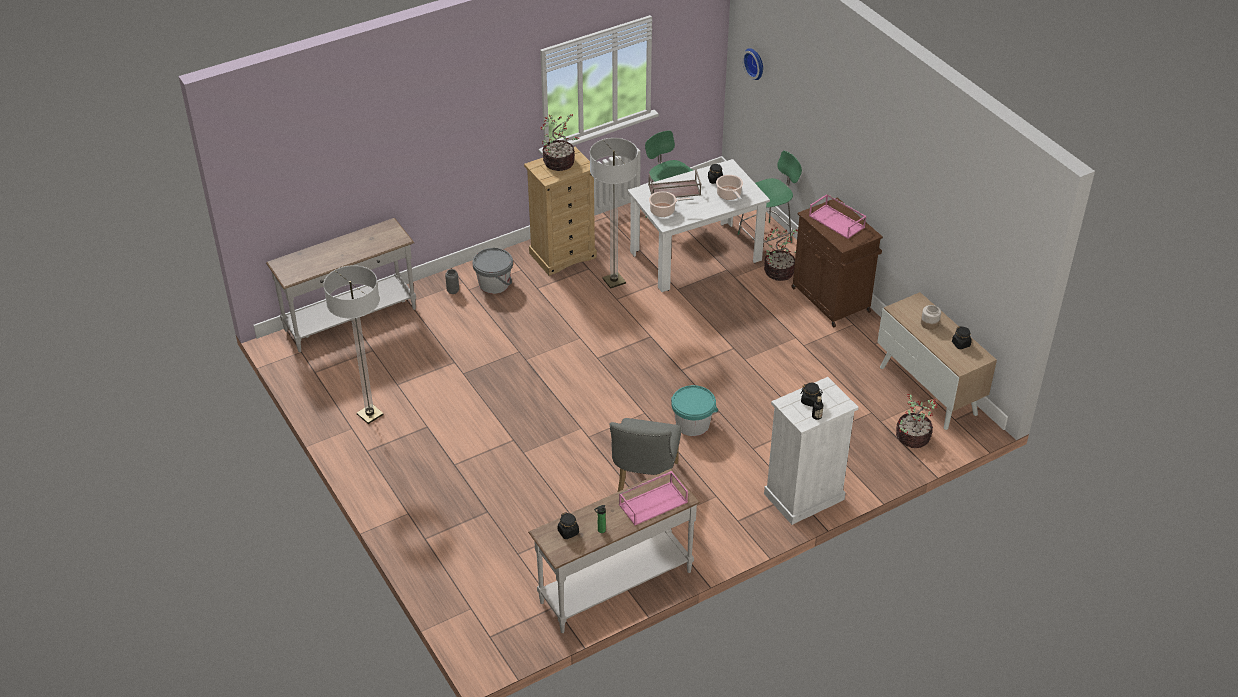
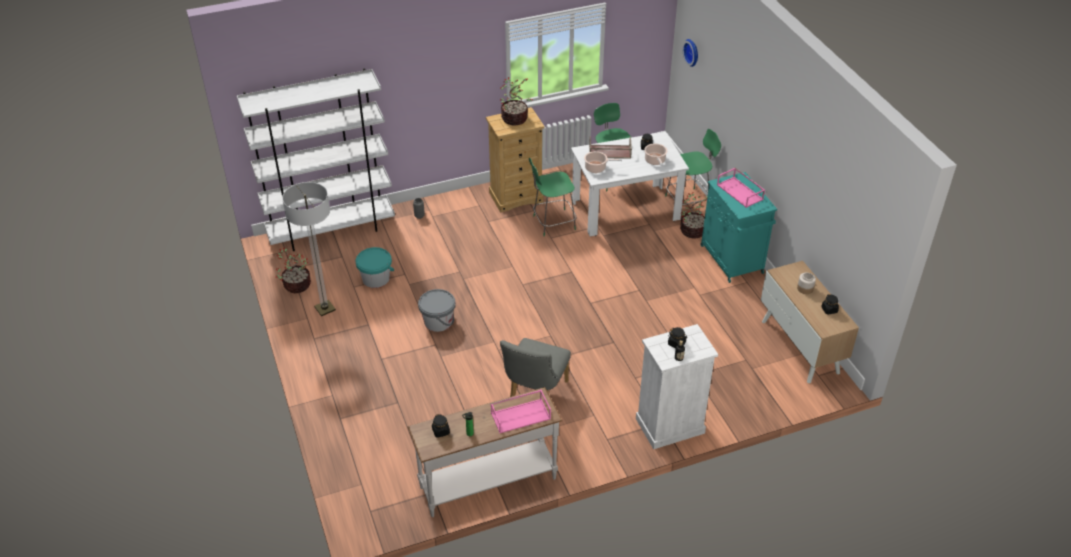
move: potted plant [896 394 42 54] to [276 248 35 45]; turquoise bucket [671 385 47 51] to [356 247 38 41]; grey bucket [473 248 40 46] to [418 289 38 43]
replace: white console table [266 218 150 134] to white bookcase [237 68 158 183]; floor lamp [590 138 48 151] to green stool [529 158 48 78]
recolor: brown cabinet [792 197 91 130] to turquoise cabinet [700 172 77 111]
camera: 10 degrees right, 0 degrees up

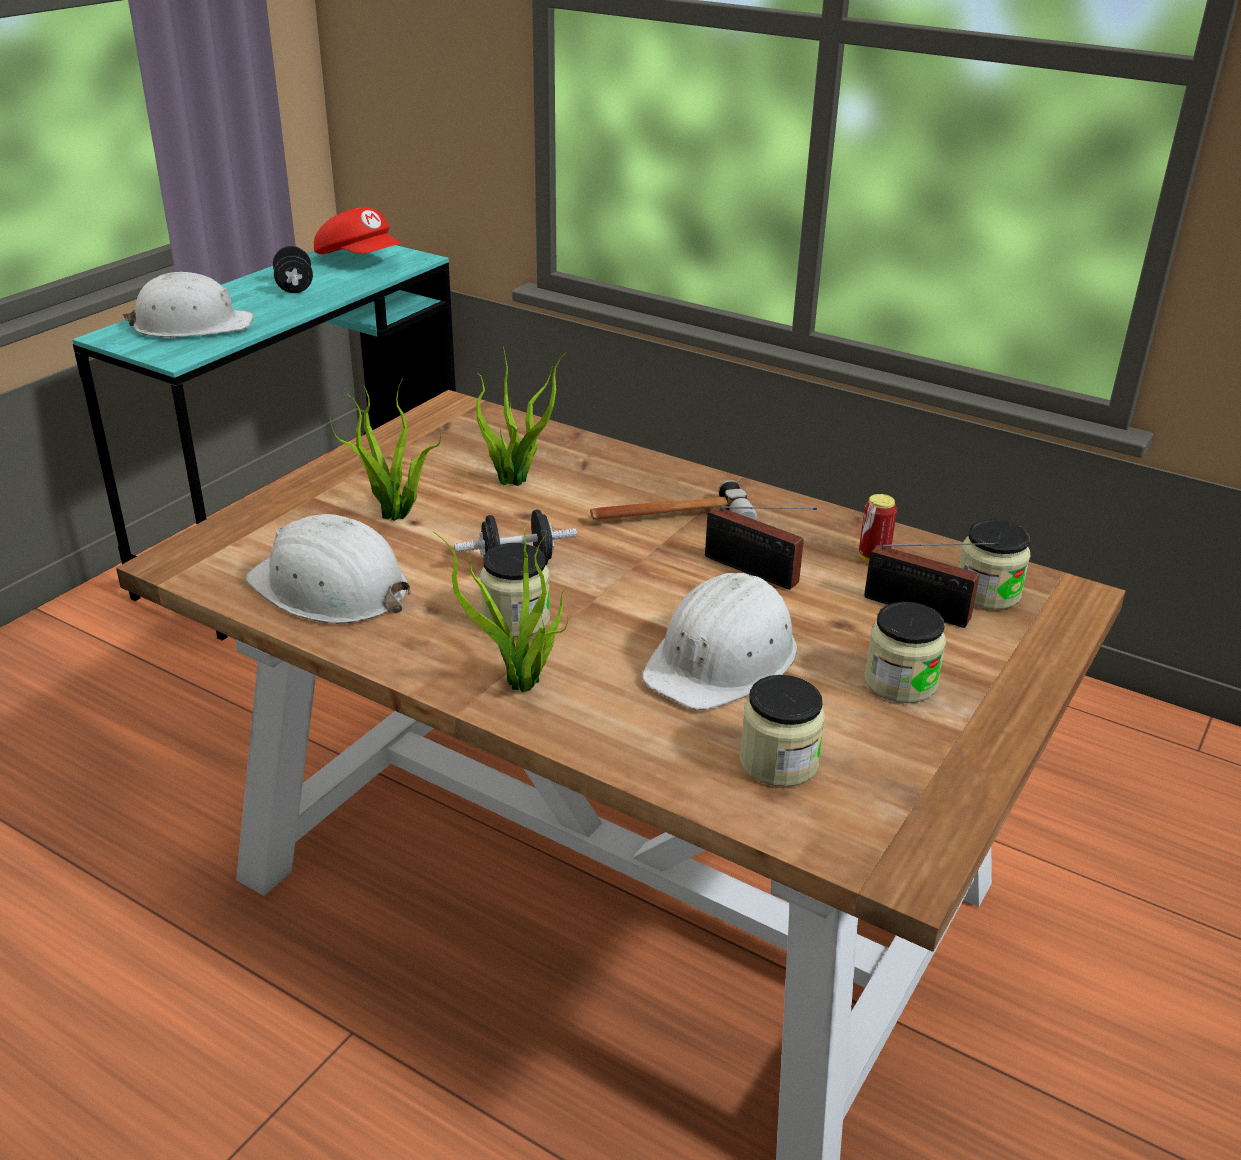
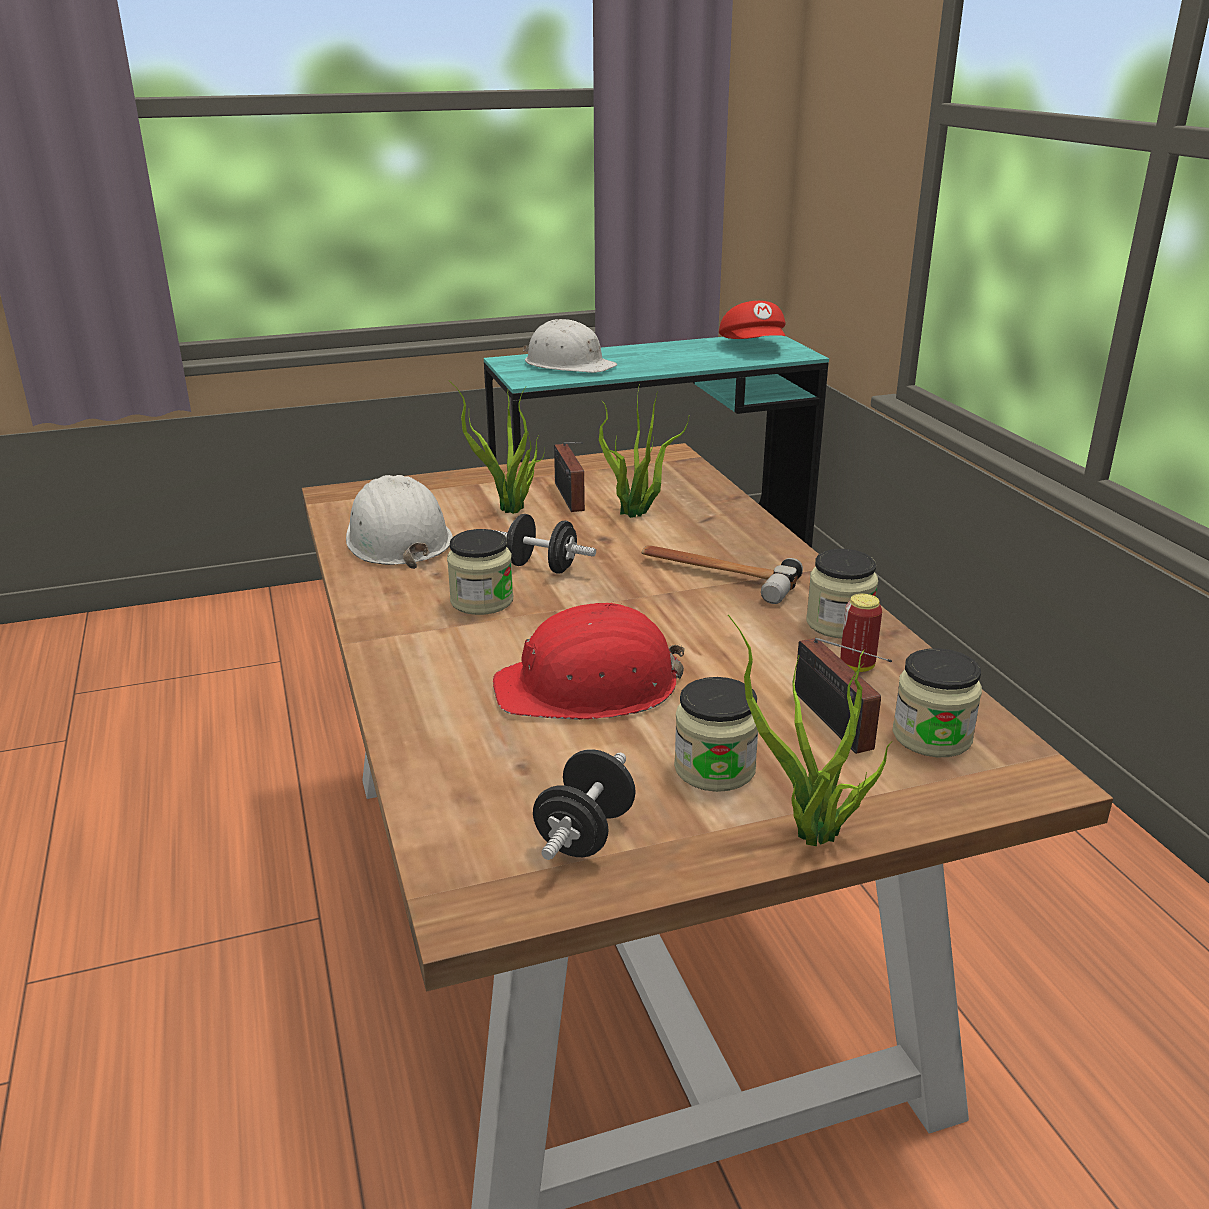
move: black dumbbell [273 246 40 47] to [533 749 103 111]; radio [705 506 112 84] to [554 442 31 70]; potted plant [433 525 135 167] to [728 615 164 231]; jar [740 675 85 112] to [806 549 72 89]
recolor: white hard hat [642 573 155 137] to red hard hat [493 603 192 117]
camera: 40 degrees right, 5 degrees down

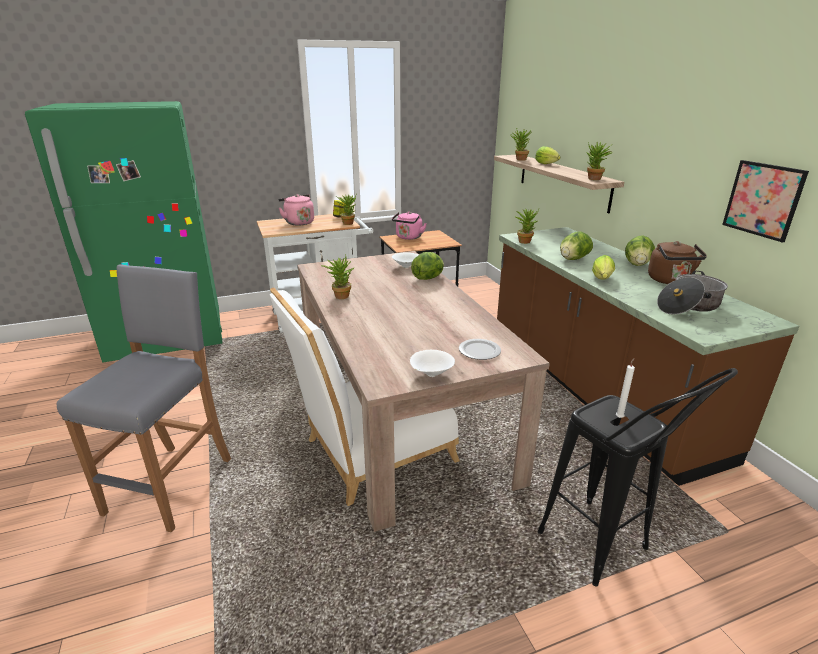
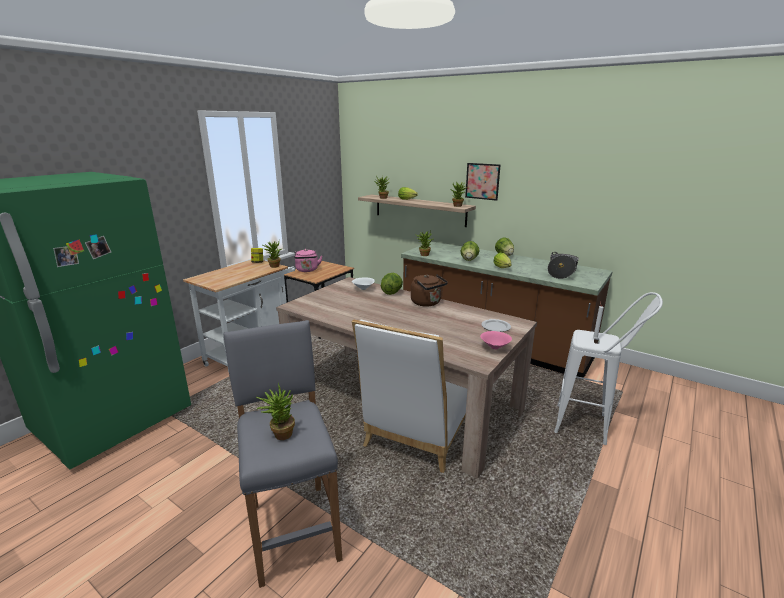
delete: pink kettle [278 194 36 31]
move: potted plant [321 255 34 44] to [256 383 39 57]; brown kettle [648 241 59 43] to [411 274 37 33]; picture [722 160 87 82] to [465 163 36 38]
recolor: white bowl [410 350 45 27] to pink bowl [480 331 32 19]; black stool [538 368 200 219] to white stool [554 292 109 153]
camera: 35 degrees left, 5 degrees down

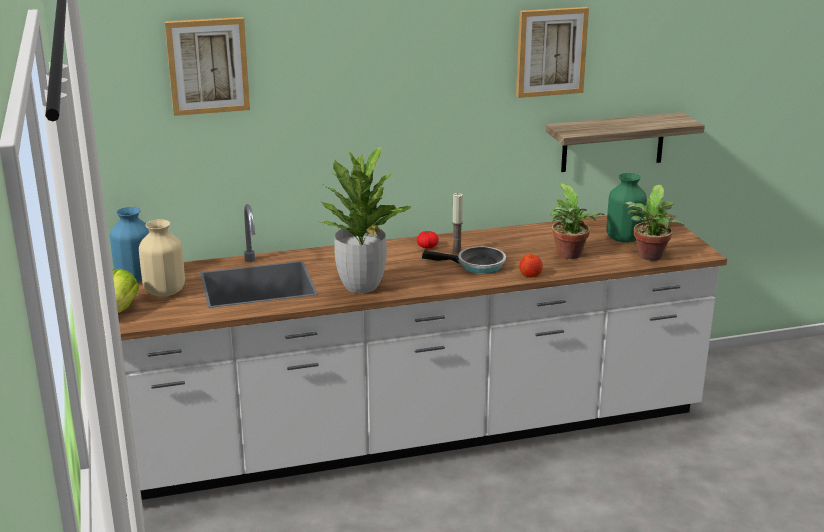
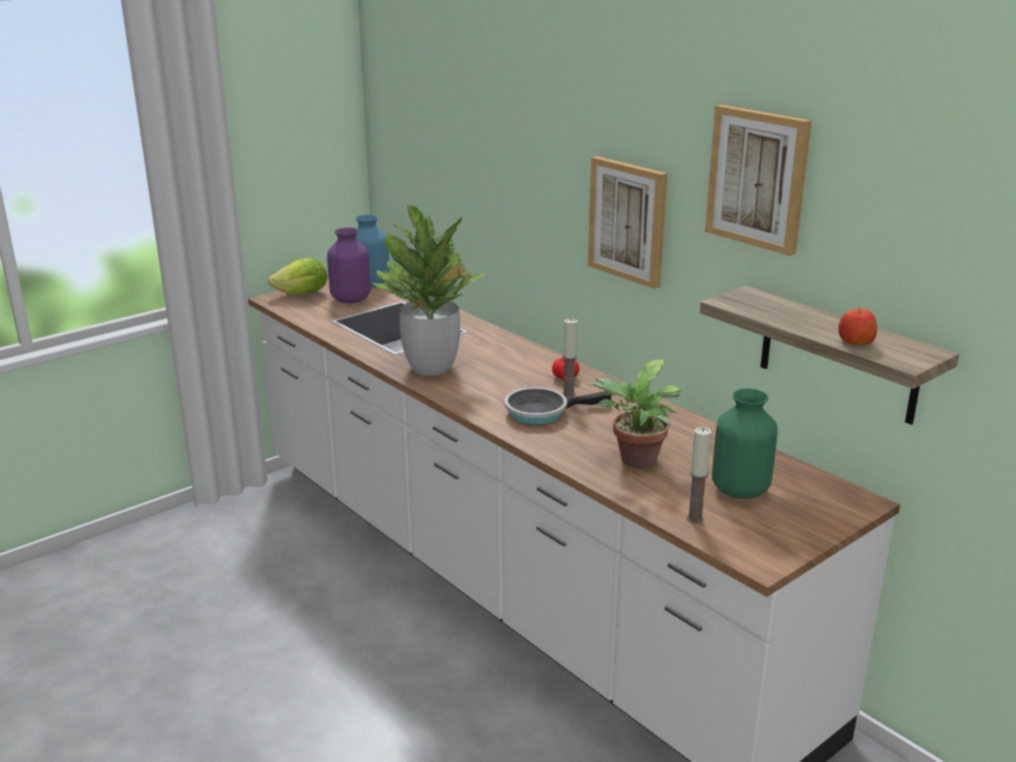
move: picture [165 17 85 99] to [588 156 79 133]; apple [519 254 24 23] to [838 307 39 38]
replace: potted plant [624 185 60 76] to candle [687 427 24 97]
recolor: beige vase [139 219 46 78] to purple vase [327 228 43 75]
rotate: frying pan [422 246 84 28] = [505 387 106 38] 90 degrees clockwise
camera: 65 degrees right, 0 degrees up

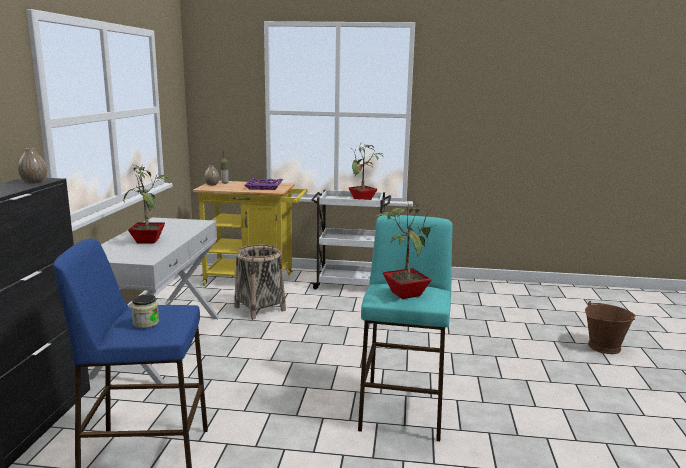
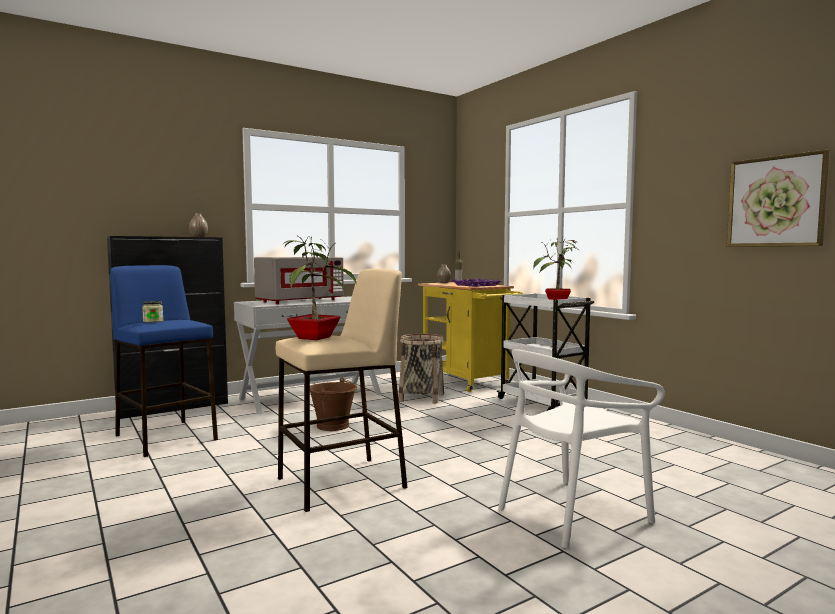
insert: white chair [498 349 167 199]; picture [727 150 102 97]
move: brown bucket [585 301 51 53] to [310 378 47 53]
replace: potted plant [124 165 49 79] to grey microwave [254 257 90 47]
recolor: turquoise stool [358 215 95 226] to beige stool [276 269 131 243]
camera: 50 degrees right, 10 degrees down

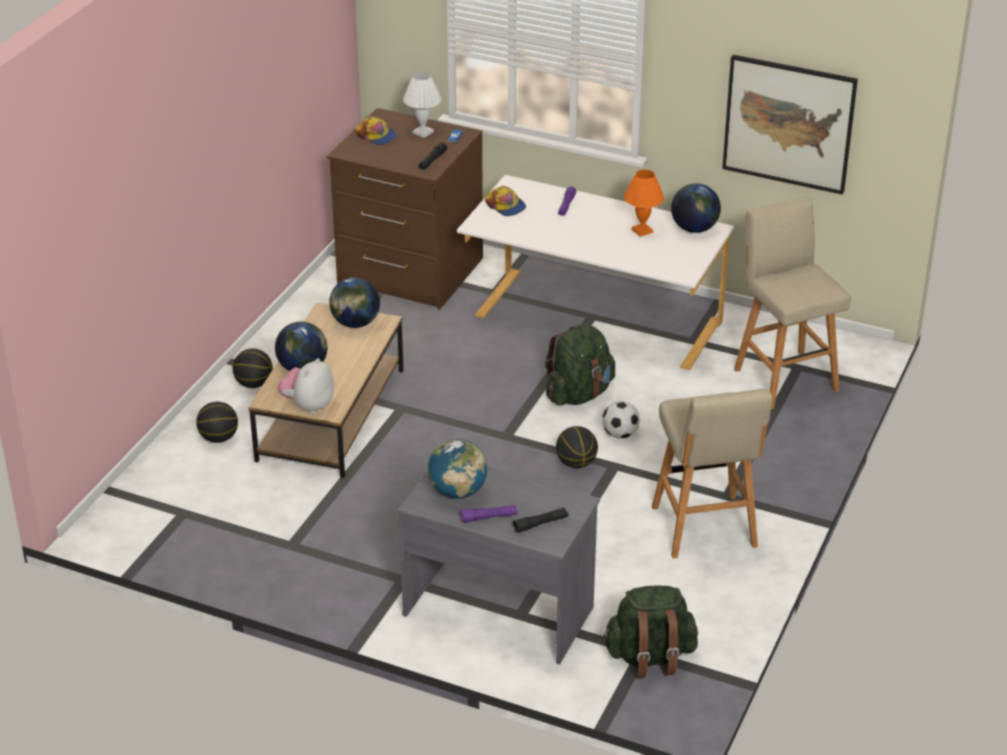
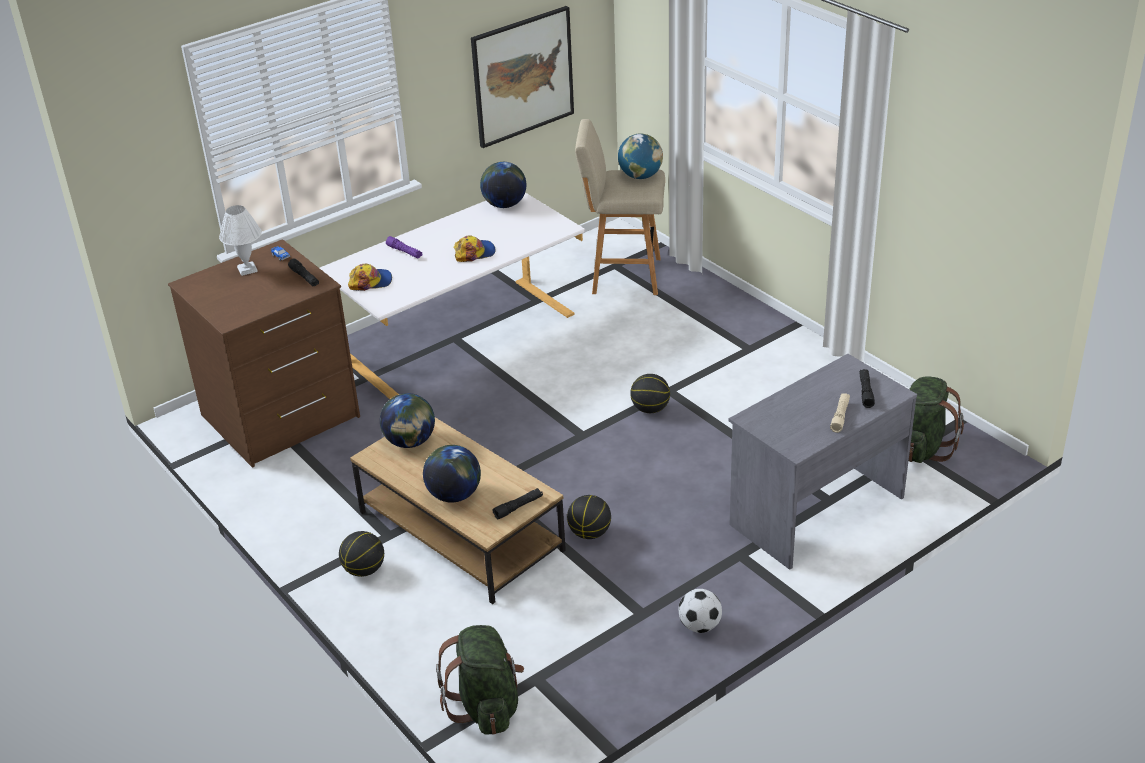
delete: orange table lamp [624 170 40 67]; beige stool [652 389 120 170]
move: green backpack [545 324 70 82] to [436 625 88 110]; cap [355 116 42 29] to [454 235 42 27]; basketball [196 402 42 41] to [567 495 44 44]; globe [428 439 59 60] to [618 134 45 45]; football [602 401 38 38] to [679 589 43 44]
replace: plush toy [278 358 56 55] to black flashlight [493 488 50 31]
recolor: purple flashlight [460 505 58 17] to beige flashlight [830 393 20 40]
camera: 60 degrees left, 0 degrees up

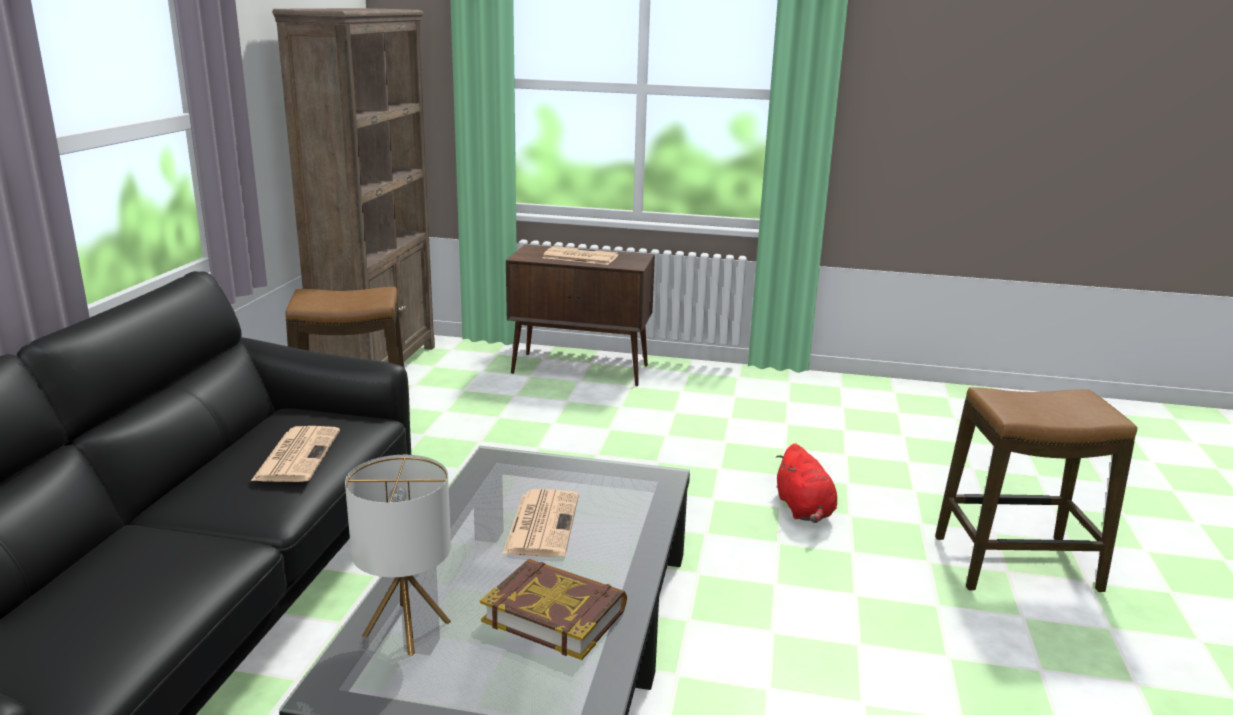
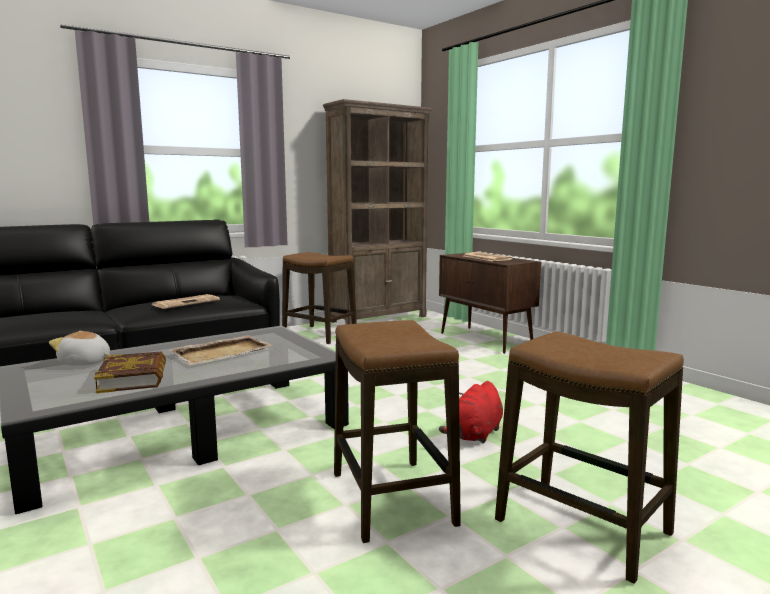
insert: stool [334 320 127 223]
replace: table lamp [345 455 106 201] to plush toy [49 331 61 35]; newspaper [503 489 76 68] to beige tray [169 335 104 30]
camera: 45 degrees right, 10 degrees down

